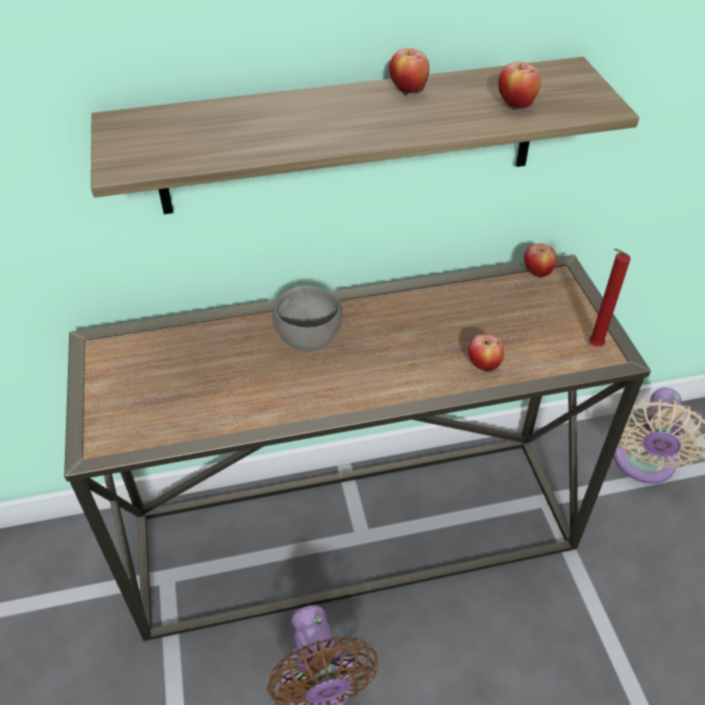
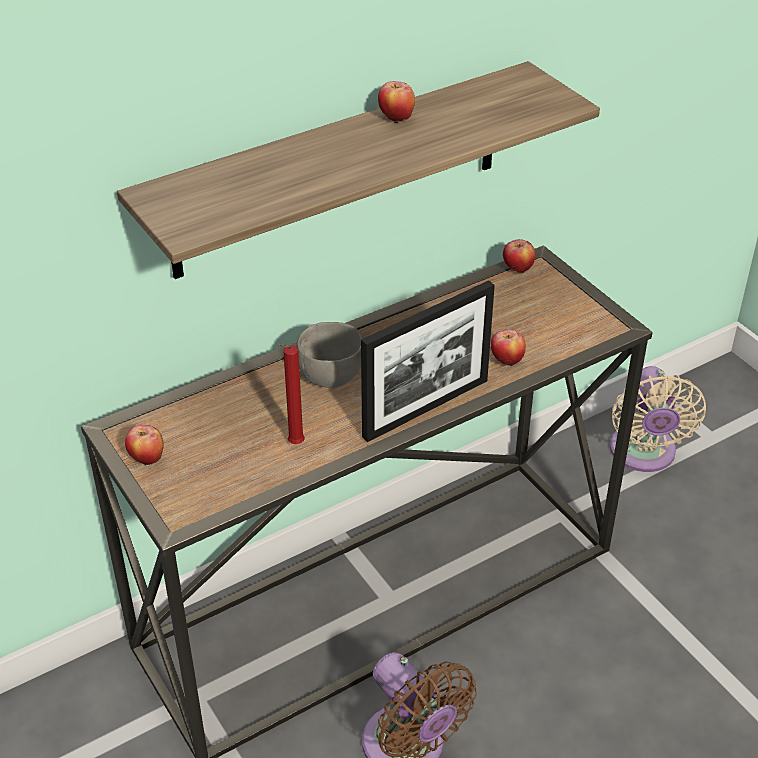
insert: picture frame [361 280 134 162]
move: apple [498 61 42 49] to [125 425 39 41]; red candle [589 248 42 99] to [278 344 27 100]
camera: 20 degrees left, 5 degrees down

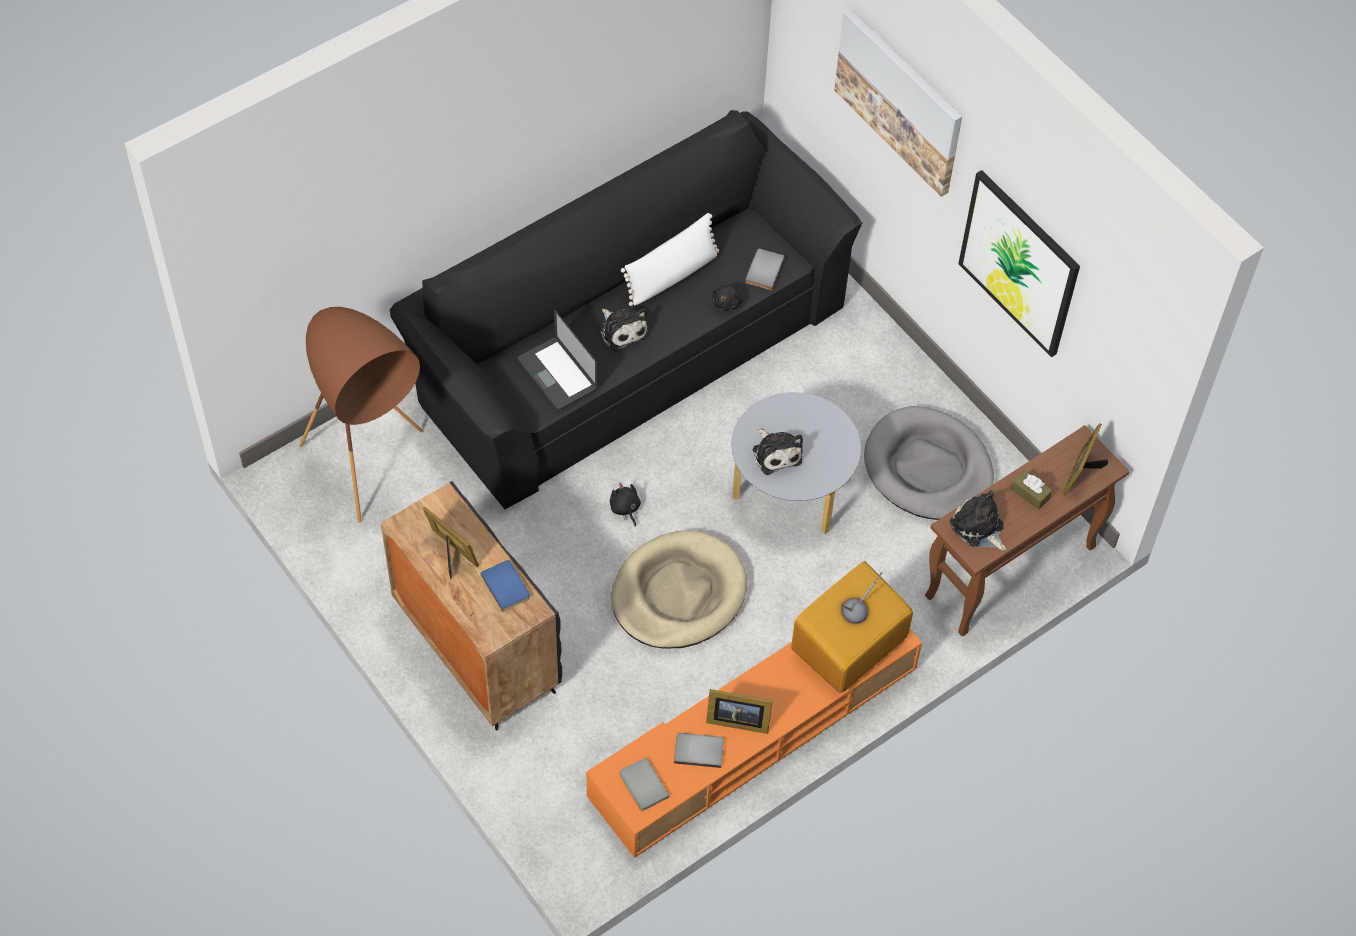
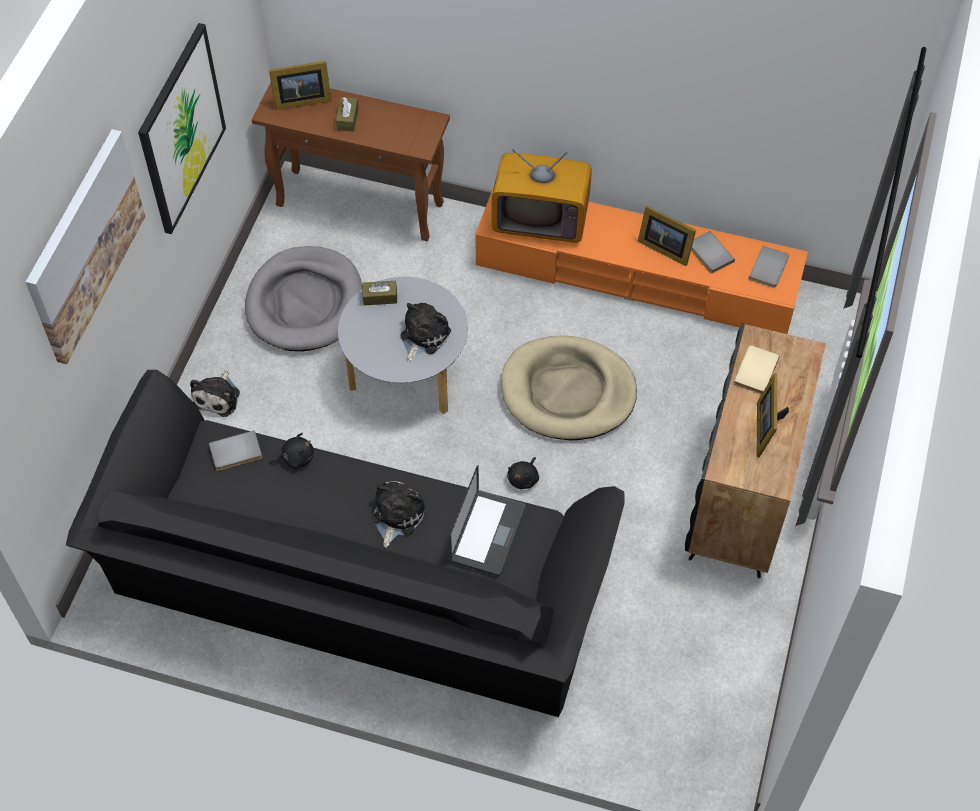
delete: brown floor lamp [299 307 124 216]; white pillow [621 213 98 93]
insert: brown tissue box [362 281 35 24]
move: plush toy [950 490 56 61] to [190 370 50 47]
recolor: blue book [480 560 50 52] to beige book [734 345 46 49]
rotate: picture frame [706 689 67 45] = [638 205 58 61] 150 degrees clockwise
camera: 125 degrees left, 0 degrees up

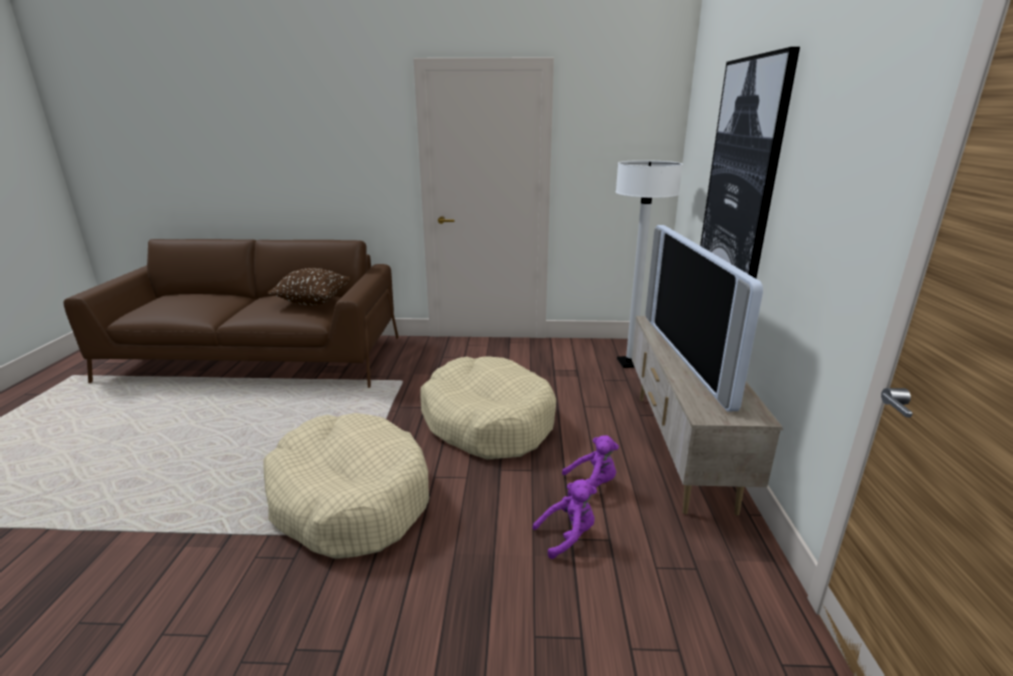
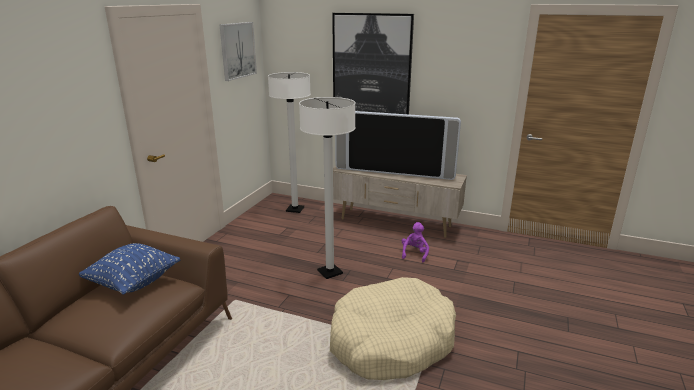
delete: purple plush toy [532 479 65 80]
insert: picture [220 22 37 59]
replace: beige dog bed [420 356 136 104] to white floor lamp [299 97 56 182]
recolor: brown pillow [267 268 84 37] to blue pillow [79 243 101 51]
camera: 70 degrees left, 0 degrees up

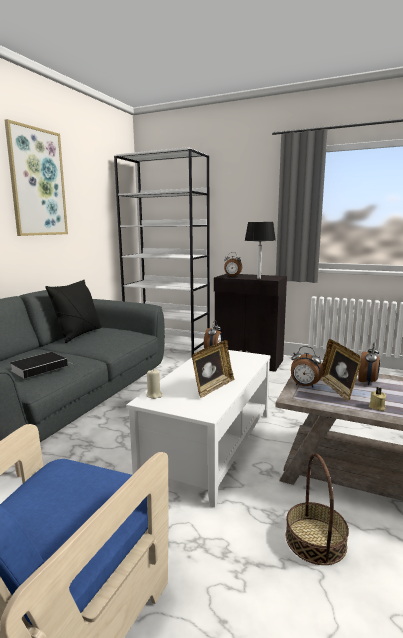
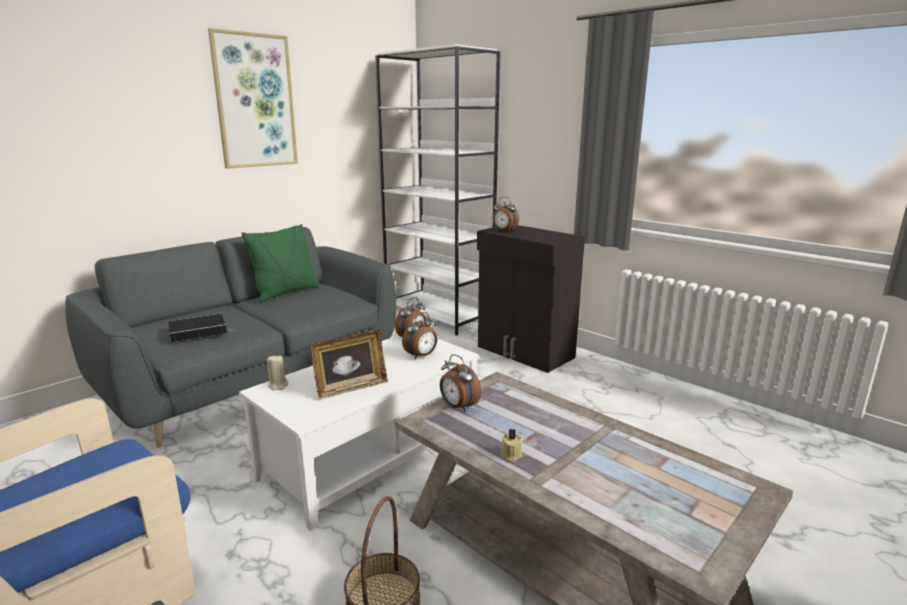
delete: black table lamp [245 222 31 57]; picture frame [321 339 41 62]
move: alarm clock [358 343 22 43] to [402 312 35 47]
recolor: black pillow [45 279 57 64] to green pillow [241 224 78 78]
camera: 20 degrees right, 5 degrees up

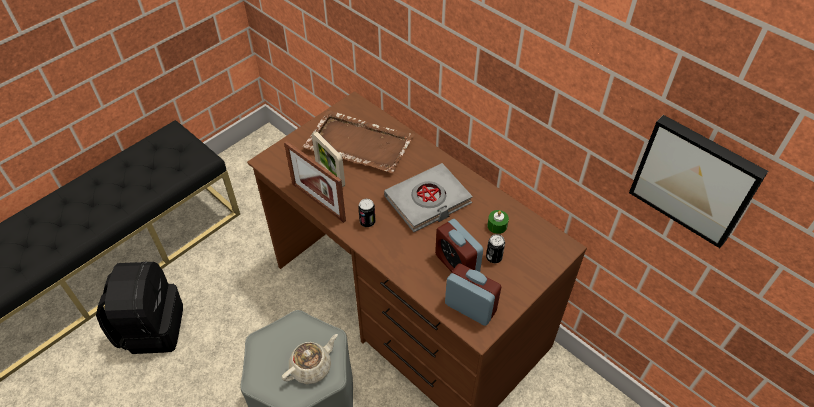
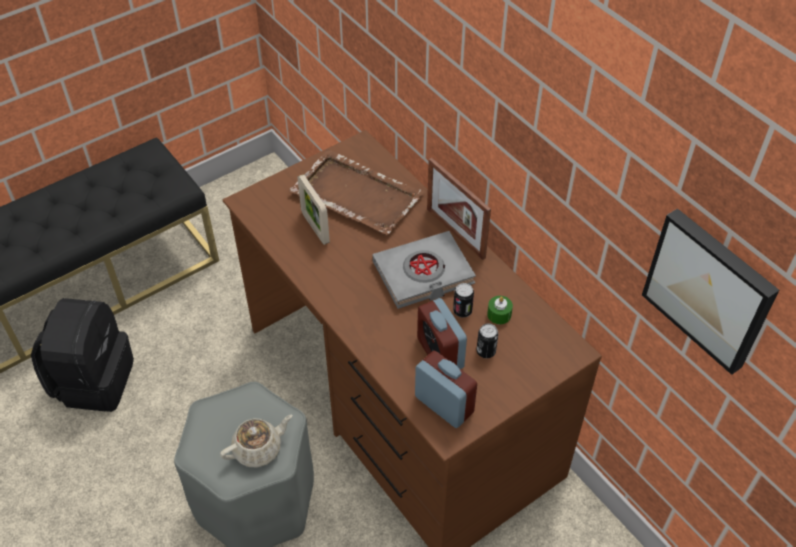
move: picture frame [284 141 62 82] to [427 158 64 102]; can [358 199 17 28] to [453 283 21 35]
camera: 10 degrees right, 0 degrees up

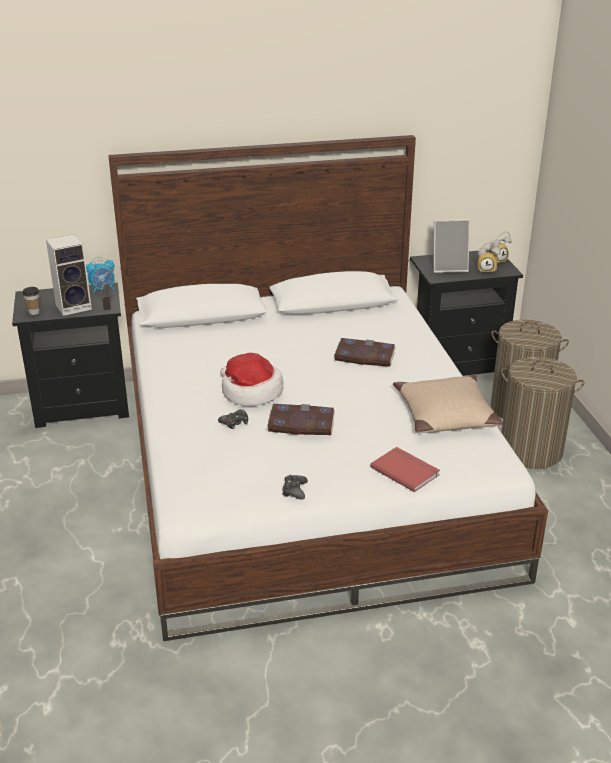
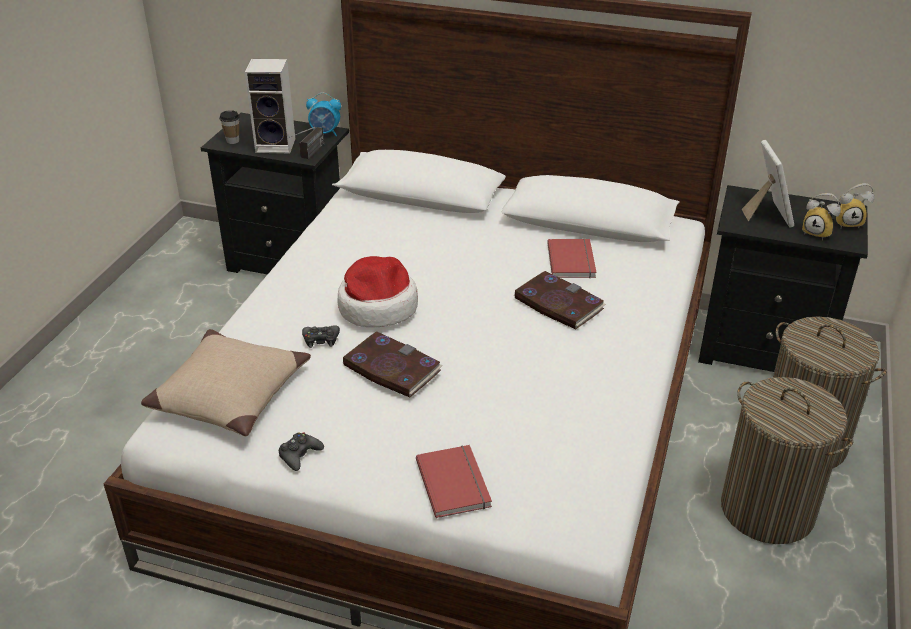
insert: red book [547 239 50 39]
move: beige pillow [393 375 110 58] to [141 329 170 107]
rotate: picture frame [434 219 35 54] = [742 140 52 88] 120 degrees counterclockwise
camera: 30 degrees right, 5 degrees up

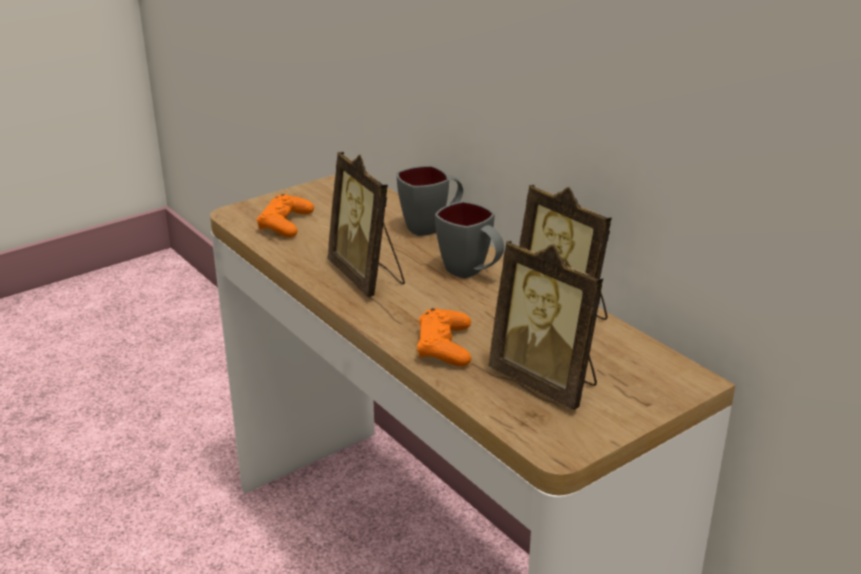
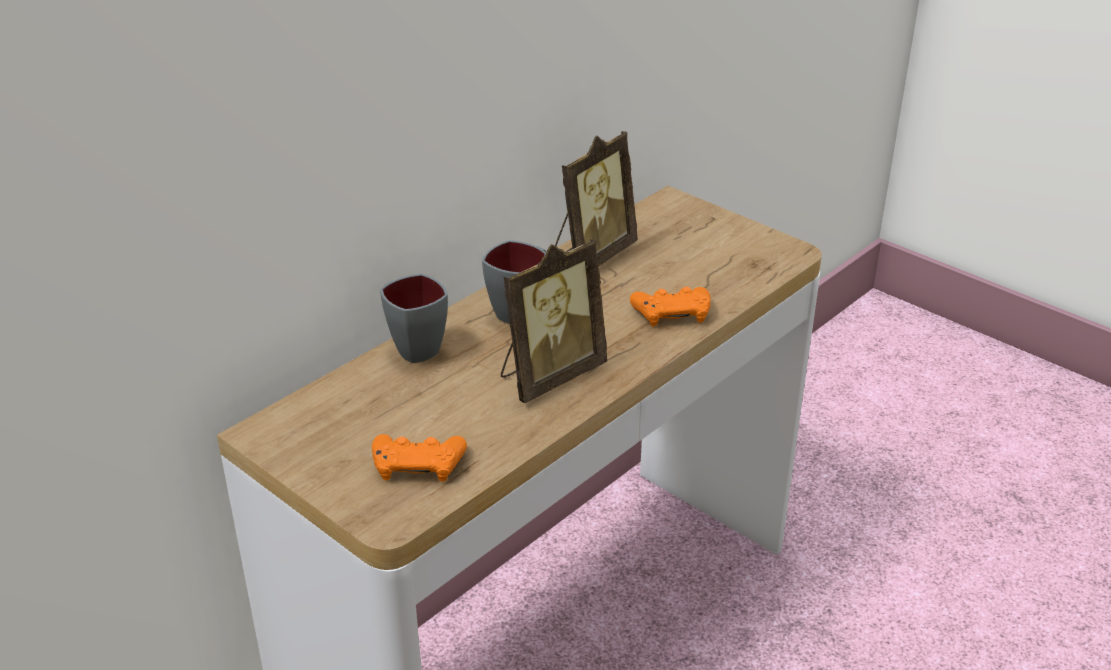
delete: picture frame [488 241 115 169]
camera: 100 degrees left, 5 degrees up

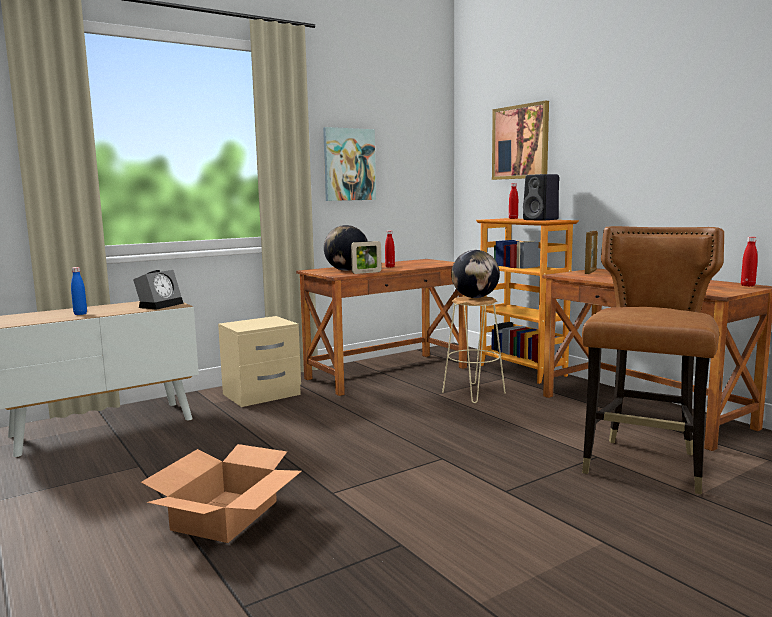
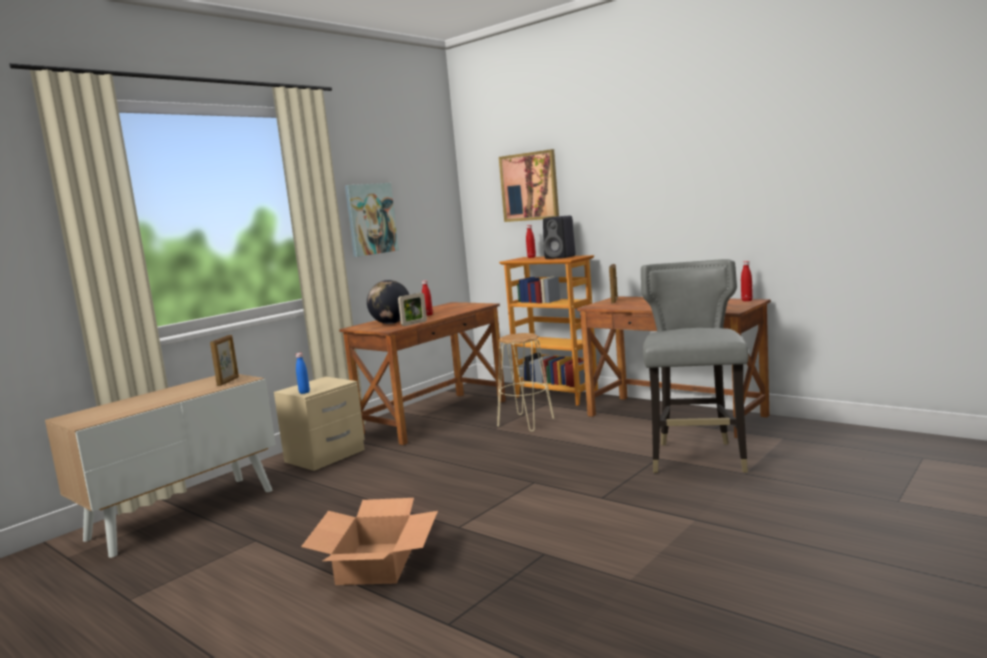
delete: globe [451 250 49 48]
move: blue bottle [71 267 16 48] to [296 353 14 41]
replace: alarm clock [133 270 51 40] to picture frame [210 335 29 51]
recolor: brown chair [582 226 142 269] to grey chair [641 259 108 214]
camera: 15 degrees left, 0 degrees up

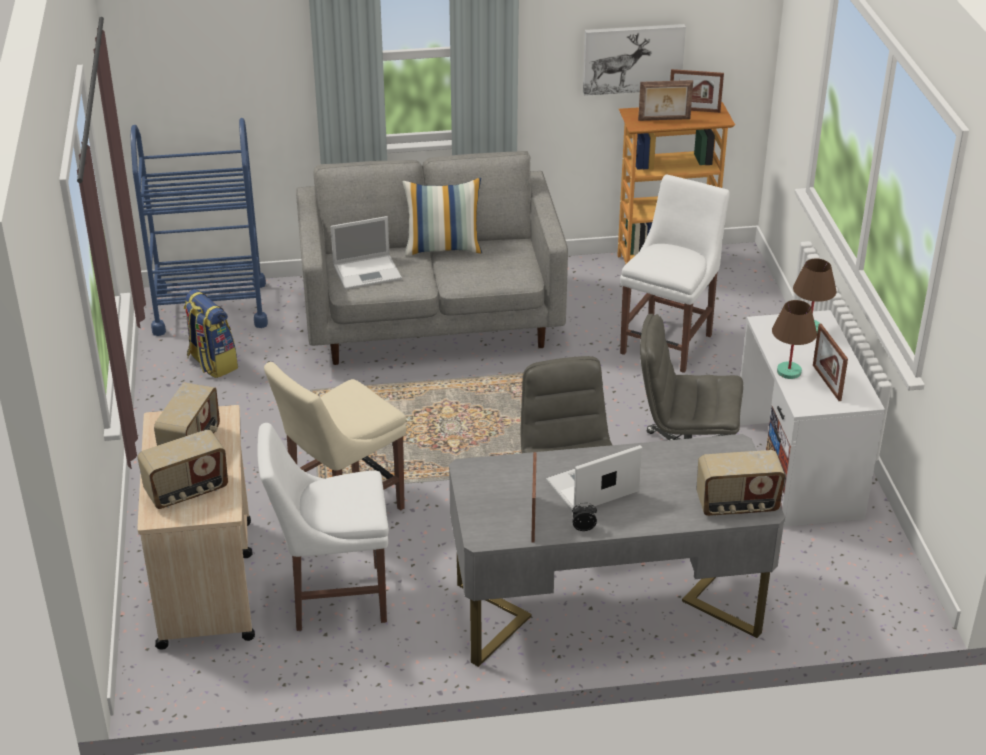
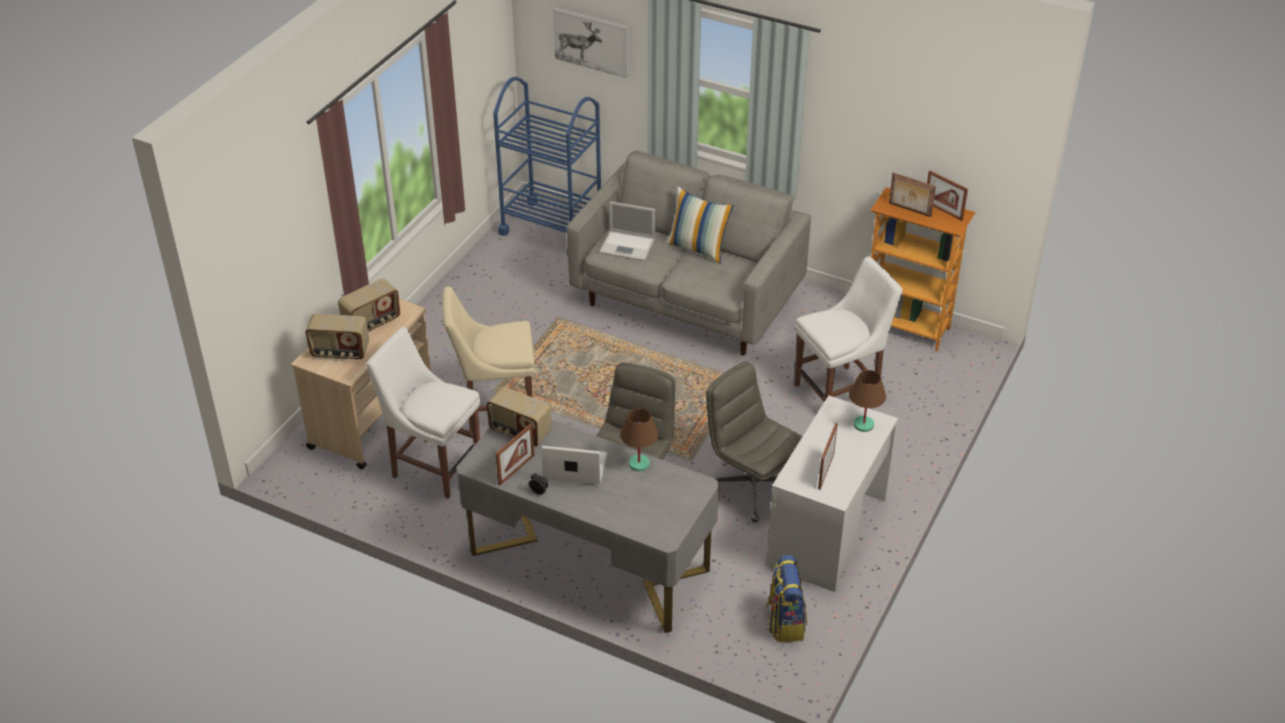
move: radio [696 450 89 66] to [486 386 66 60]; picture [583 24 103 72] to [553 7 76 71]; brown table lamp [772 300 45 79] to [620 408 38 63]; backpack [183 289 55 89] to [766 555 41 87]
camera: 35 degrees right, 5 degrees up

